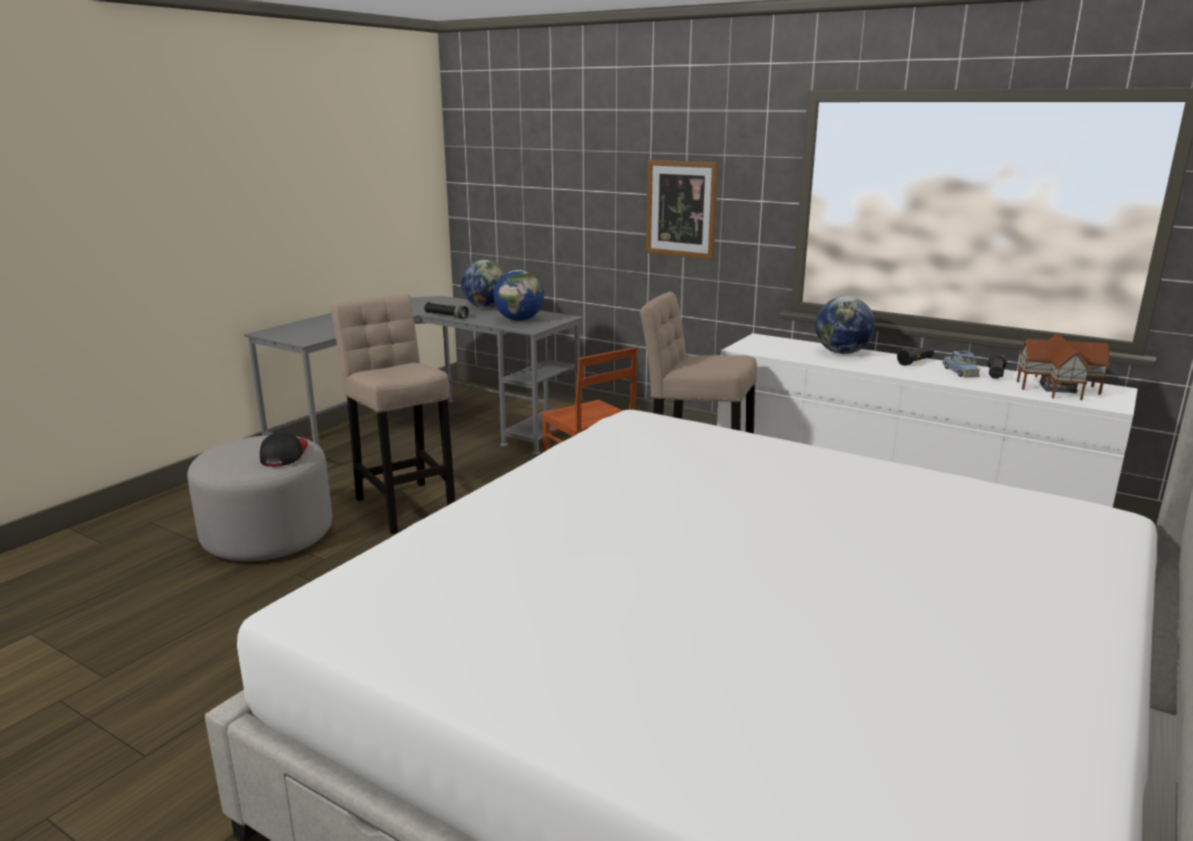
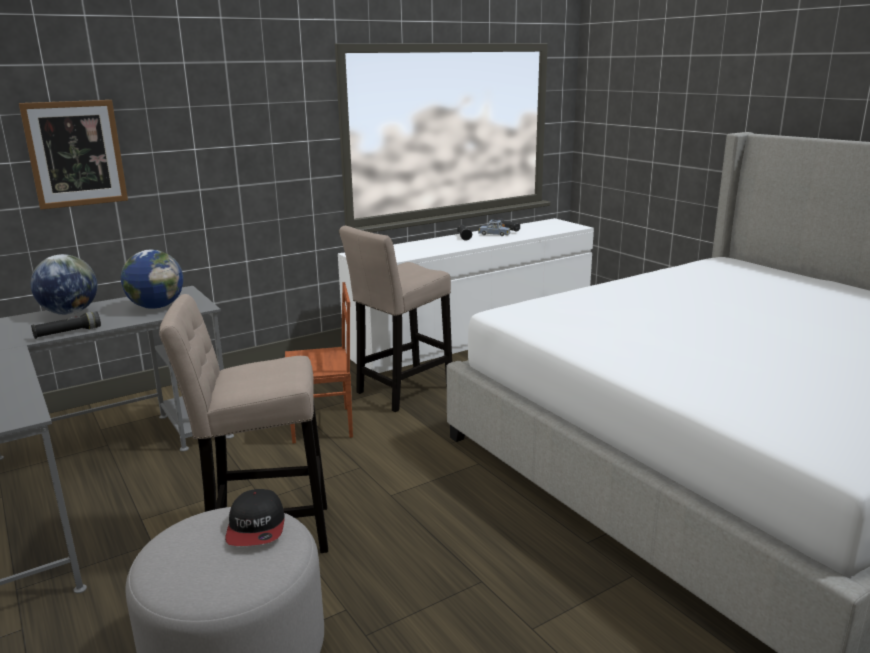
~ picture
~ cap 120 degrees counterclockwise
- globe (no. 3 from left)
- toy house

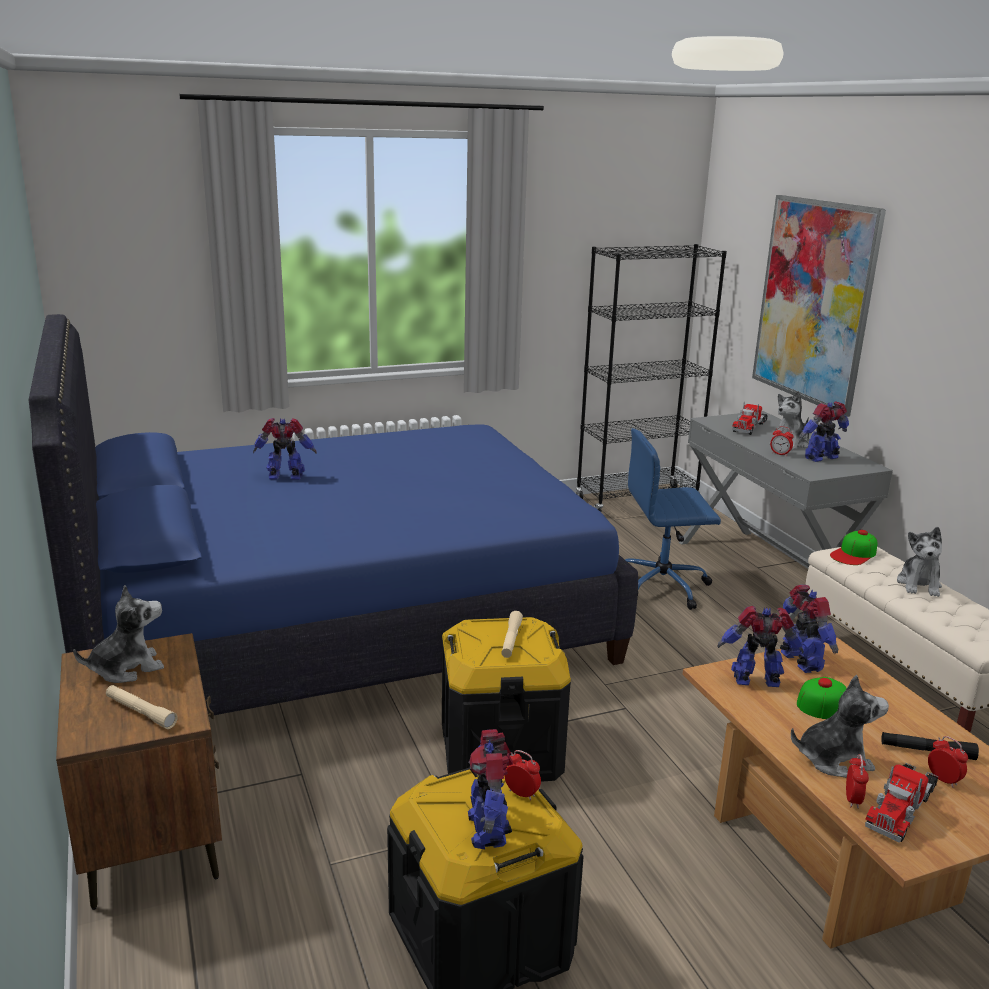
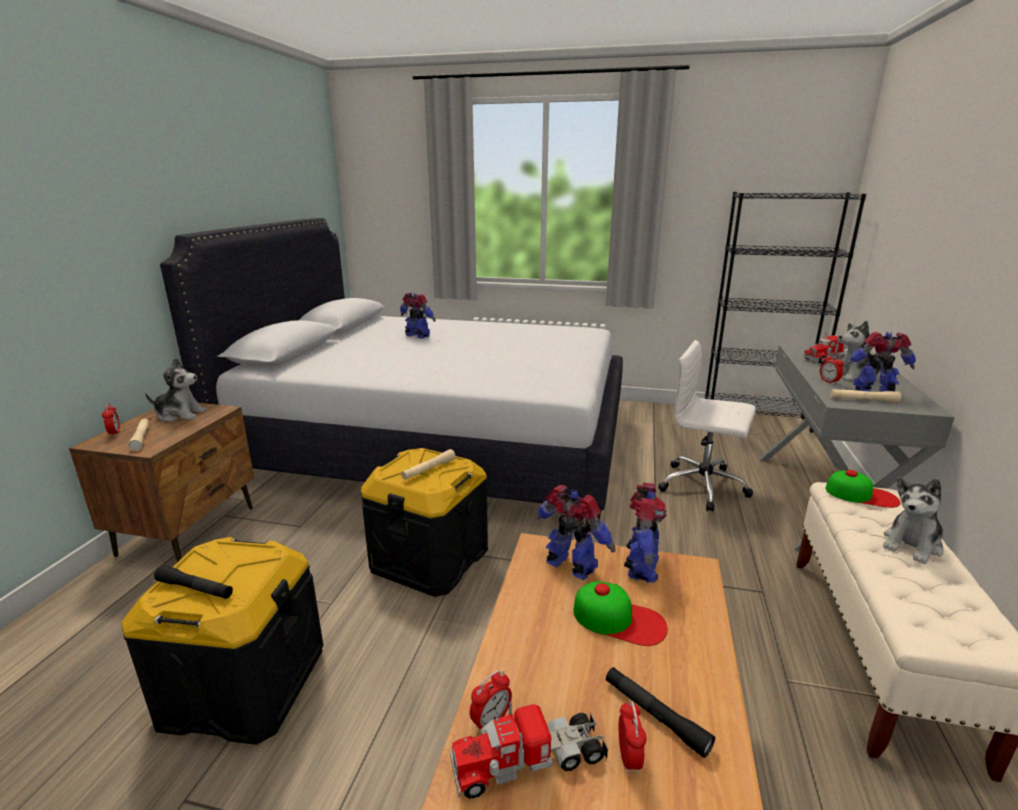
~ alarm clock (no. 1 from left)
~ toy robot (no. 2 from left) to black flashlight (no. 1 from left)
~ blue bed to white bed
~ blue office chair to white office chair
~ cap (no. 2 from left) 150 degrees counterclockwise
+ beige flashlight (no. 3 from left)
- picture
- plush toy (no. 3 from left)

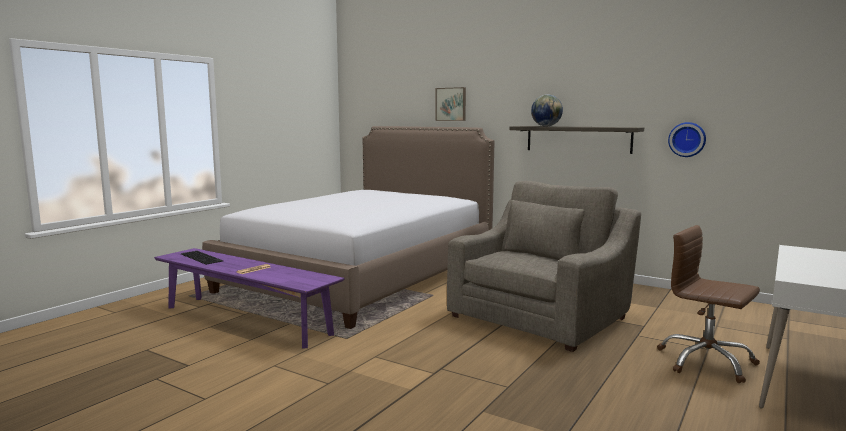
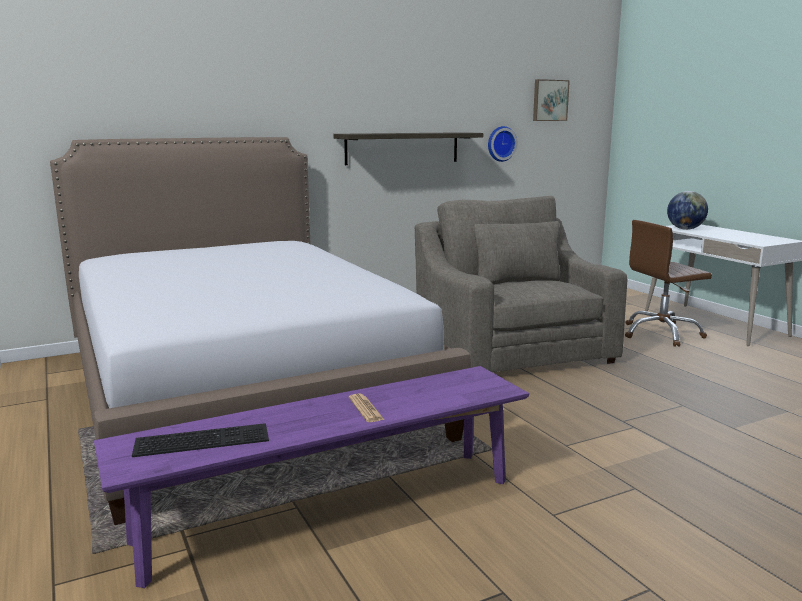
~ picture
~ globe

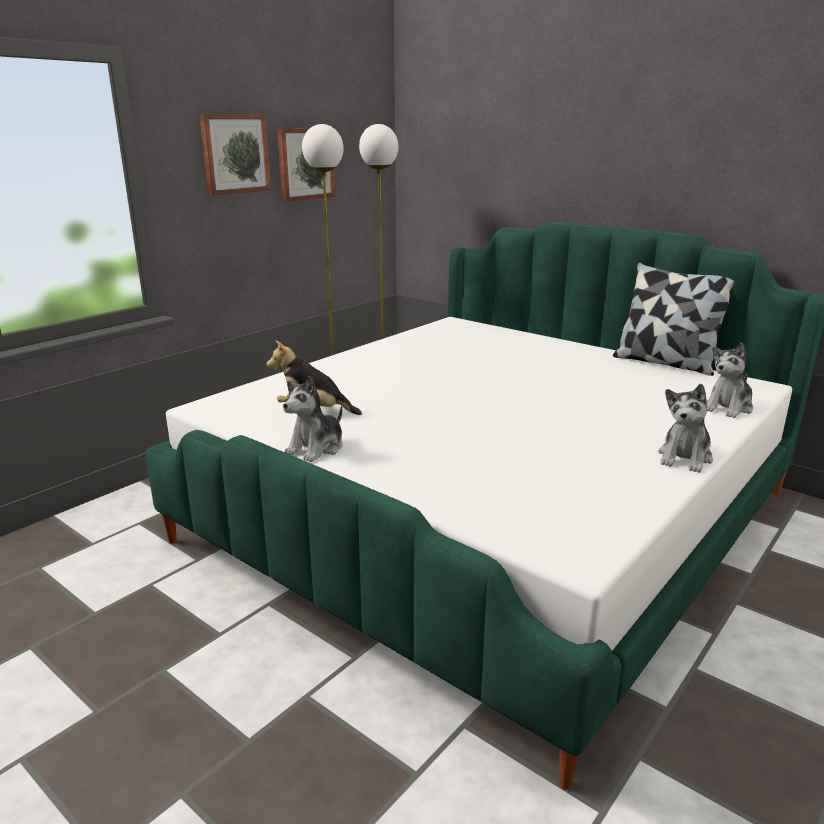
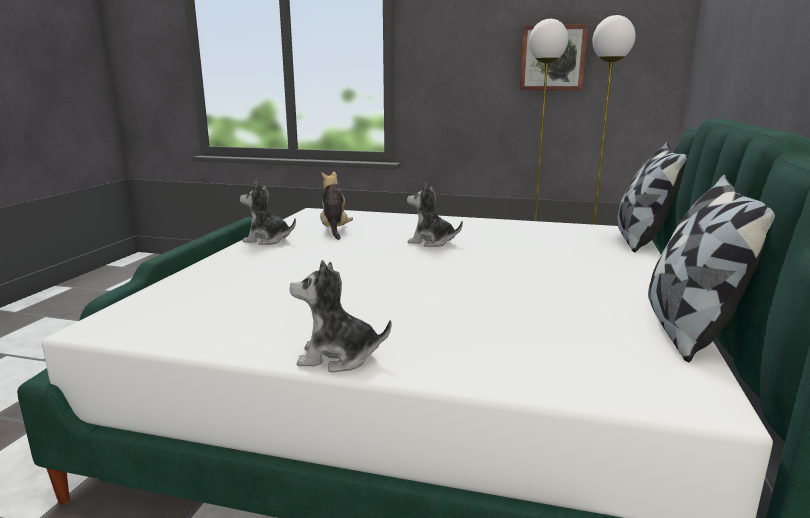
~ plush toy (no. 4 from left)
+ pillow (no. 1 from left)
- picture (no. 1 from left)

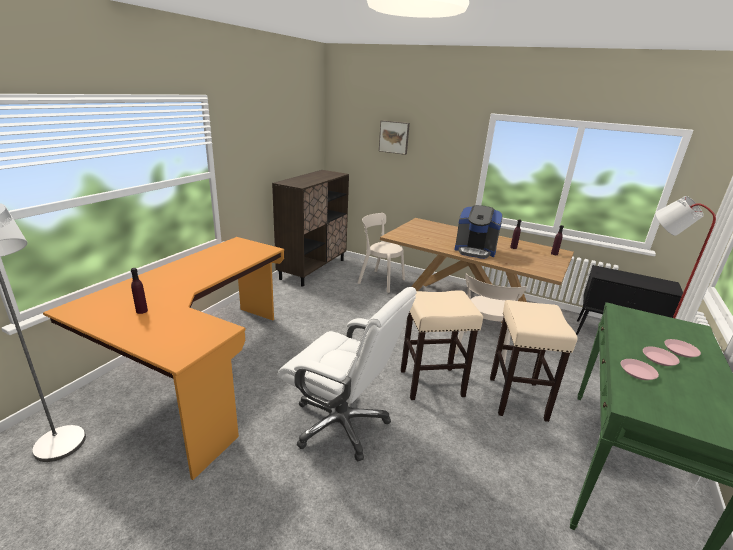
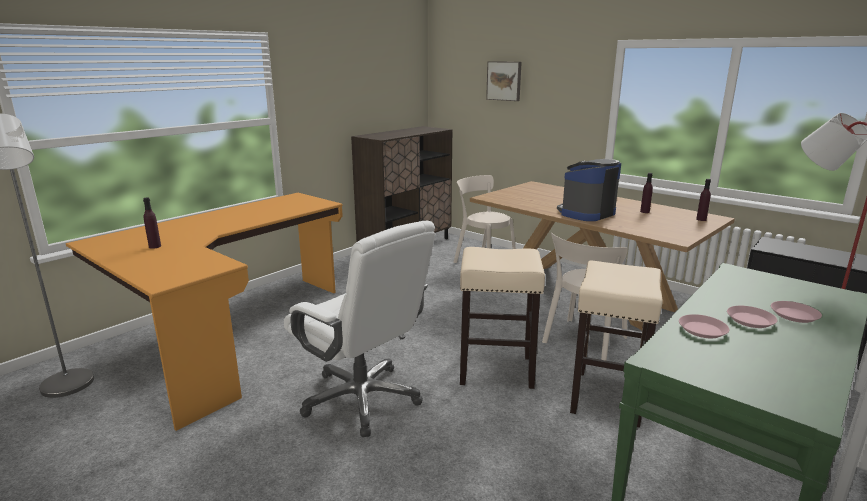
~ coffee machine 105 degrees clockwise

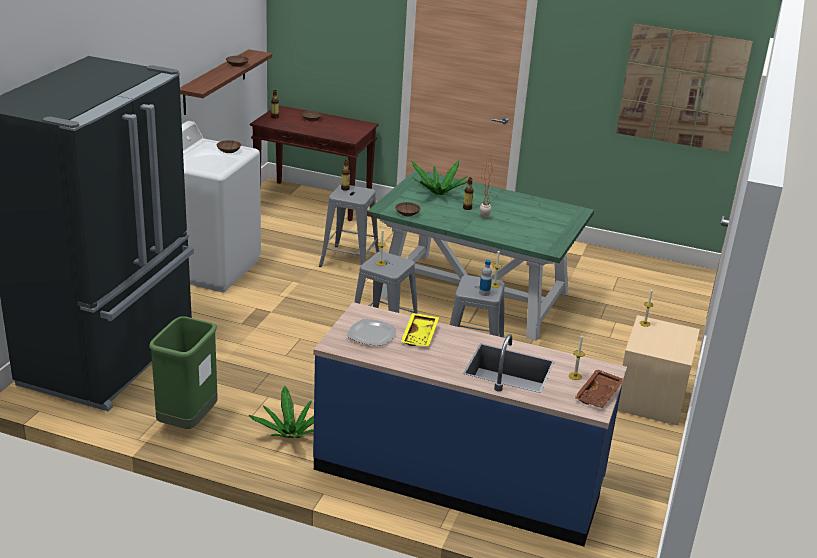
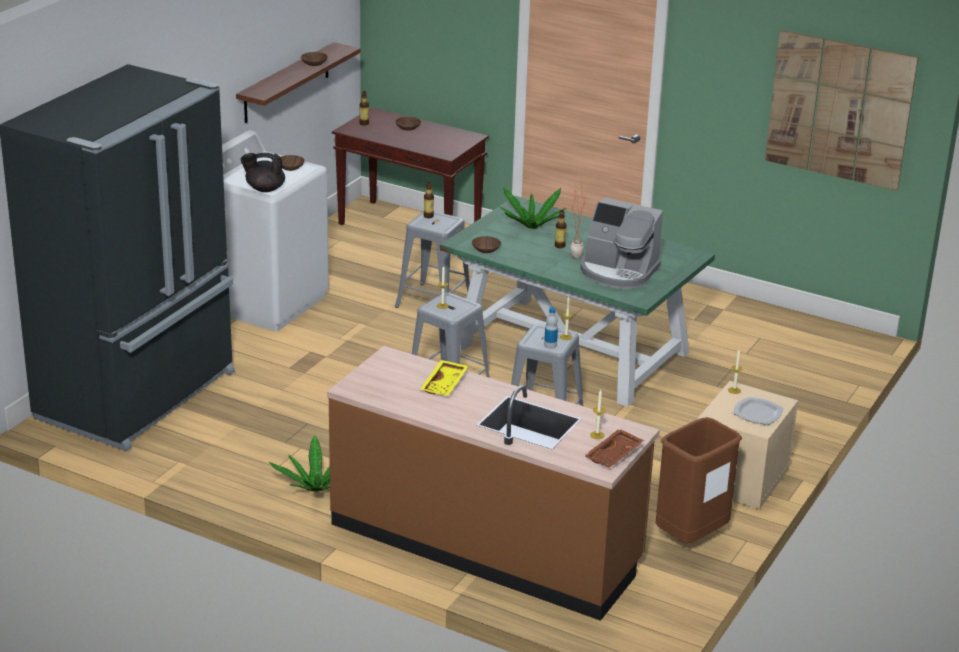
+ black teapot
~ blue counter to brown counter
+ coffee machine
+ brown trash can
~ plate
- green trash can

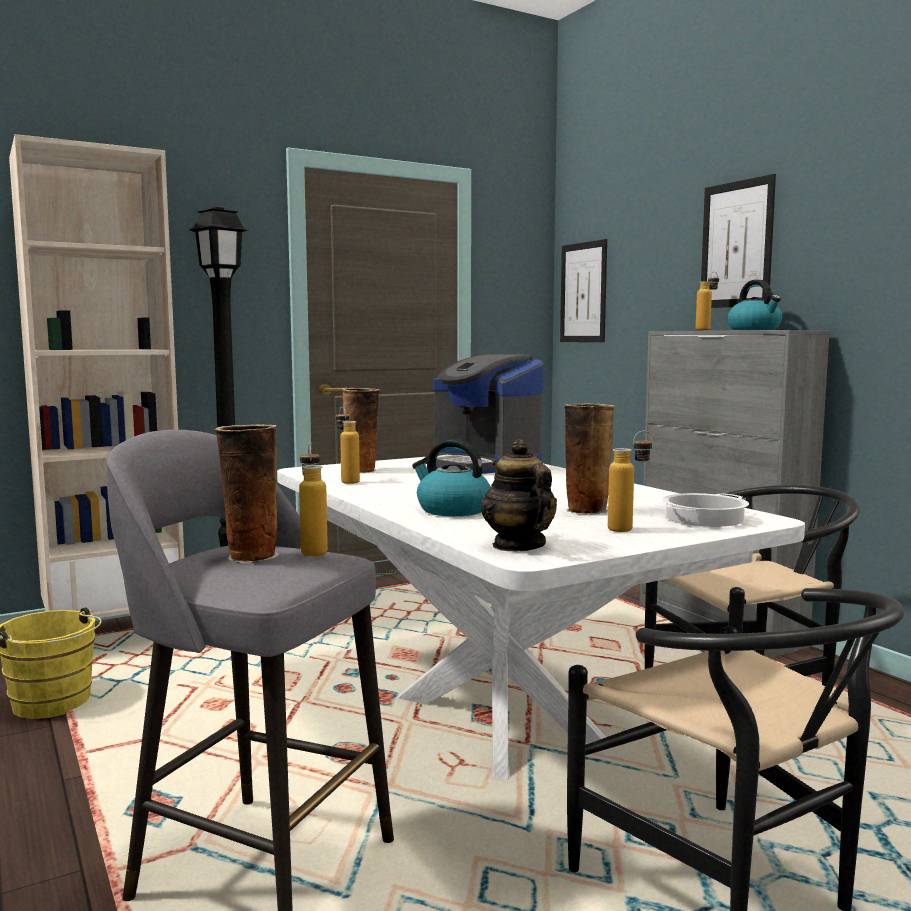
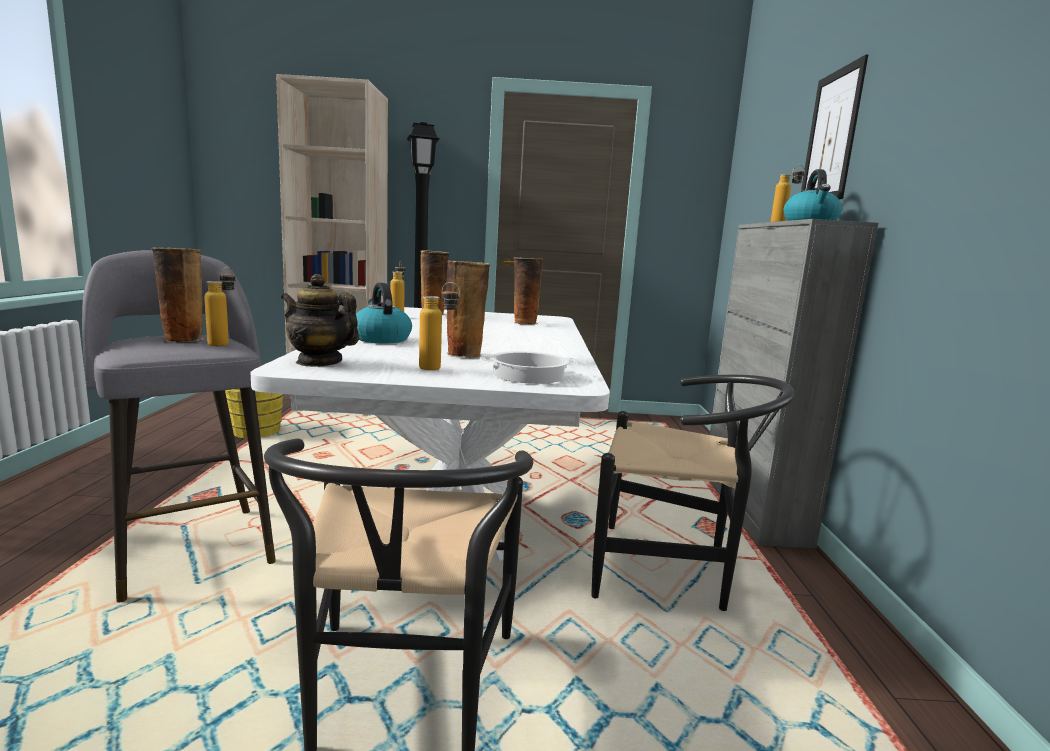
~ teapot 75 degrees counterclockwise
~ coffee machine to vase (no. 4 from left)
- picture (no. 1 from left)

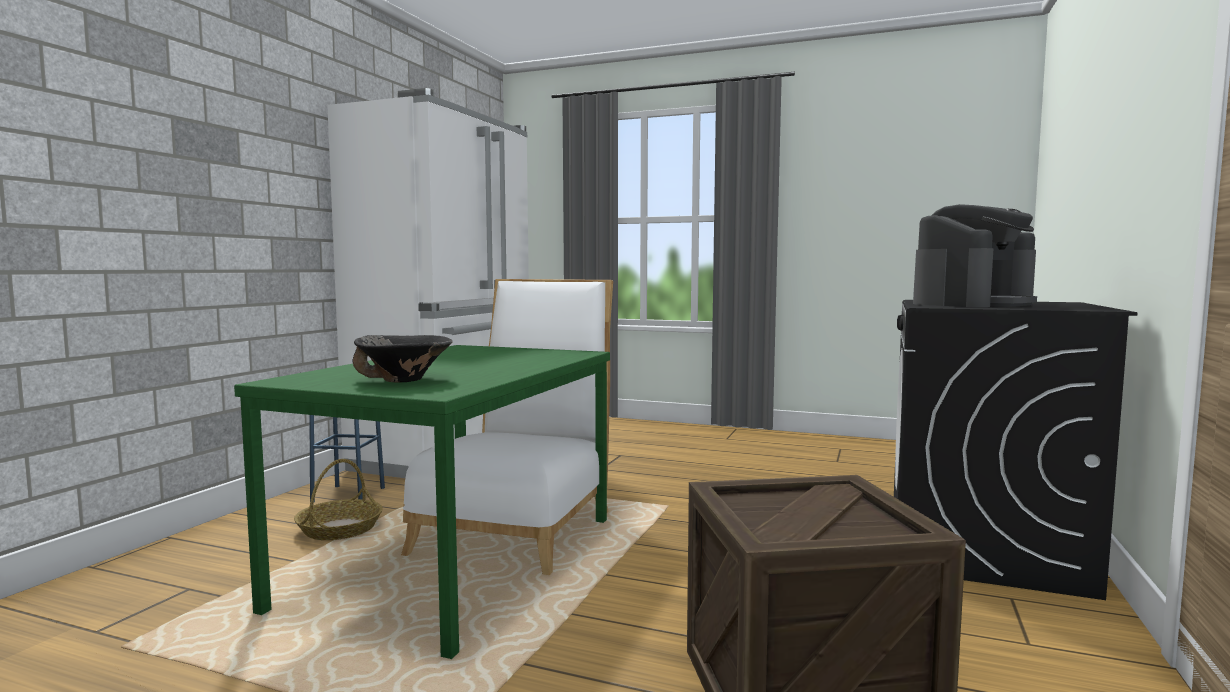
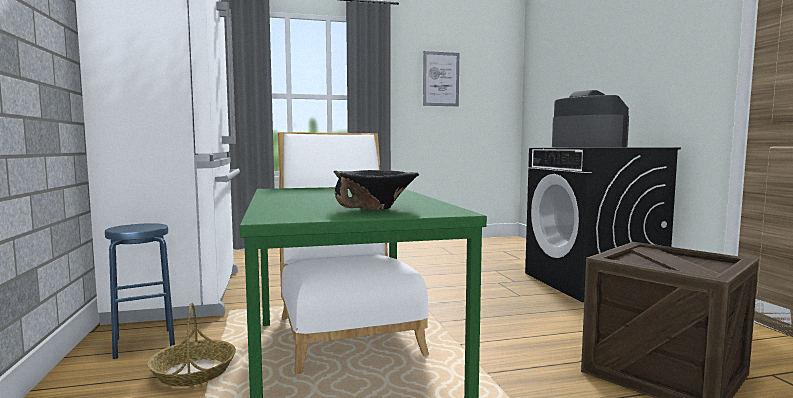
+ picture
~ coffee machine 60 degrees counterclockwise

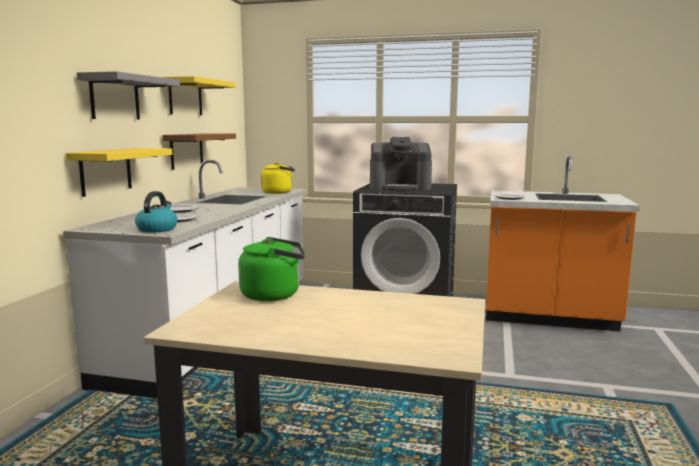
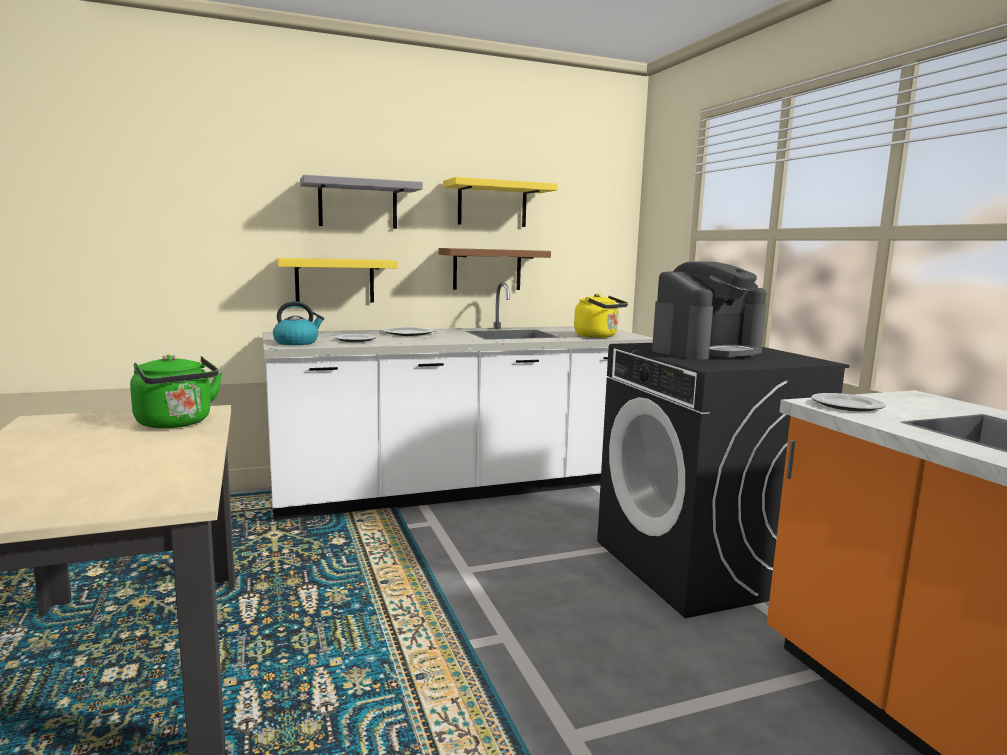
~ coffee machine 90 degrees counterclockwise

